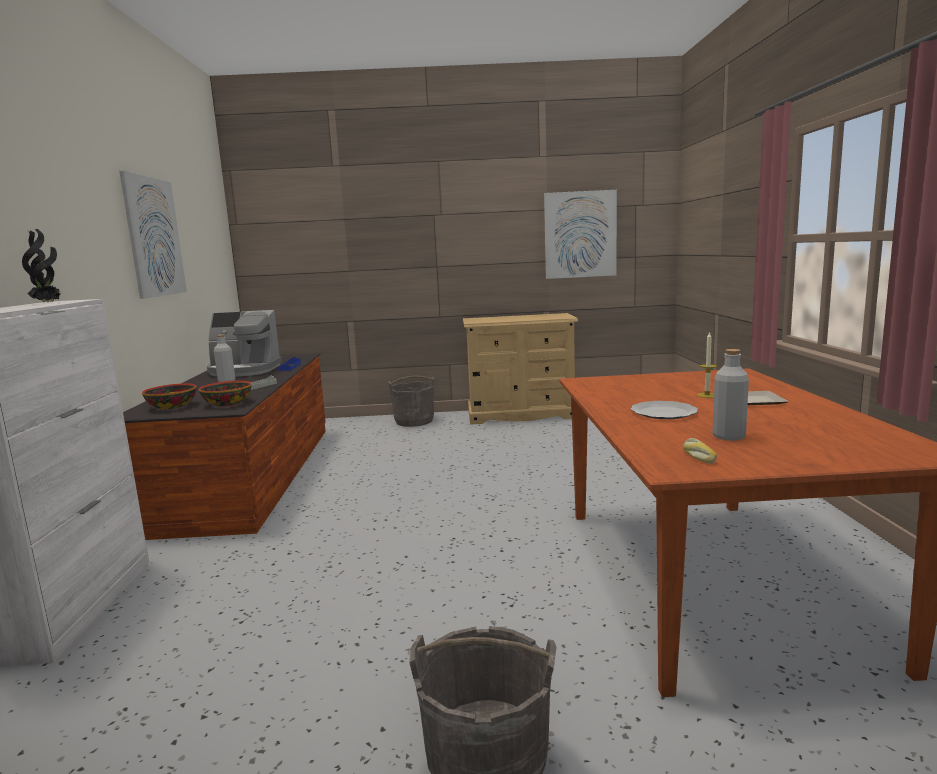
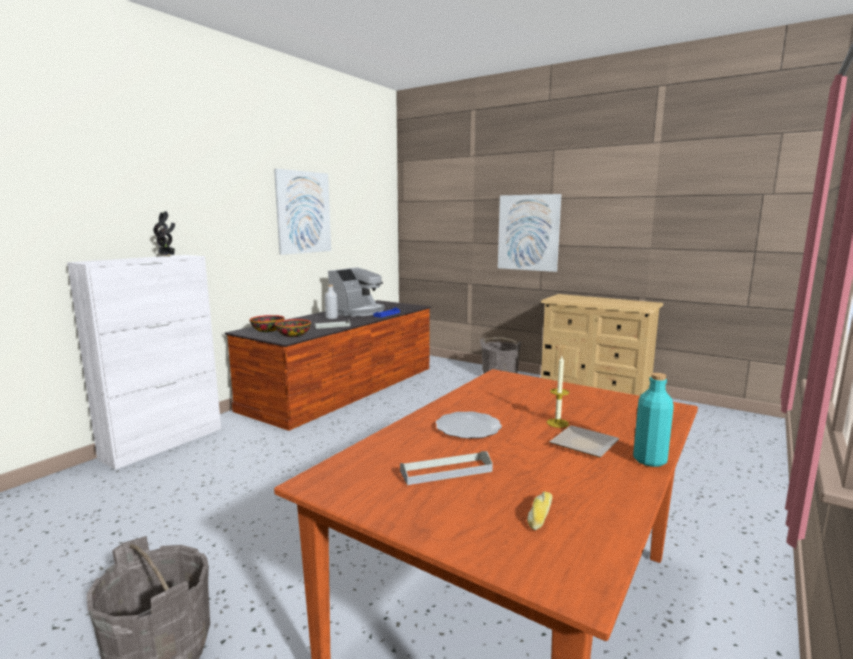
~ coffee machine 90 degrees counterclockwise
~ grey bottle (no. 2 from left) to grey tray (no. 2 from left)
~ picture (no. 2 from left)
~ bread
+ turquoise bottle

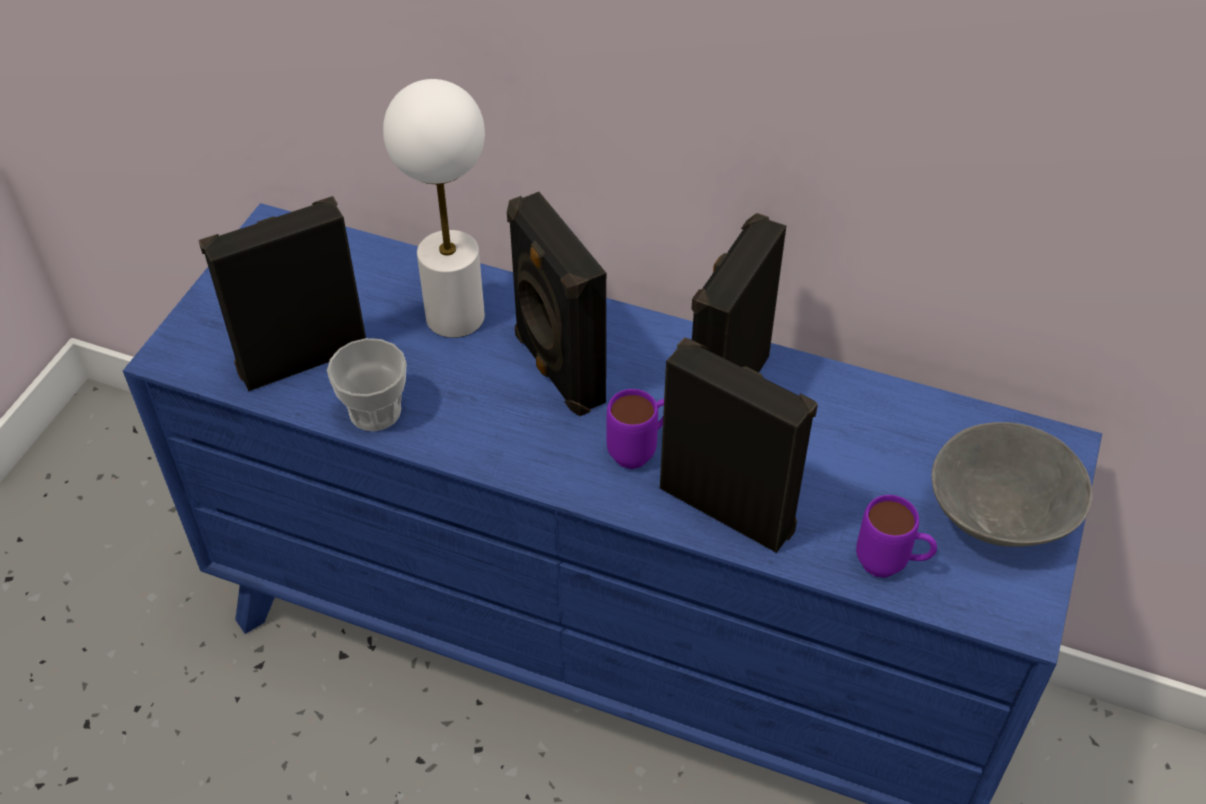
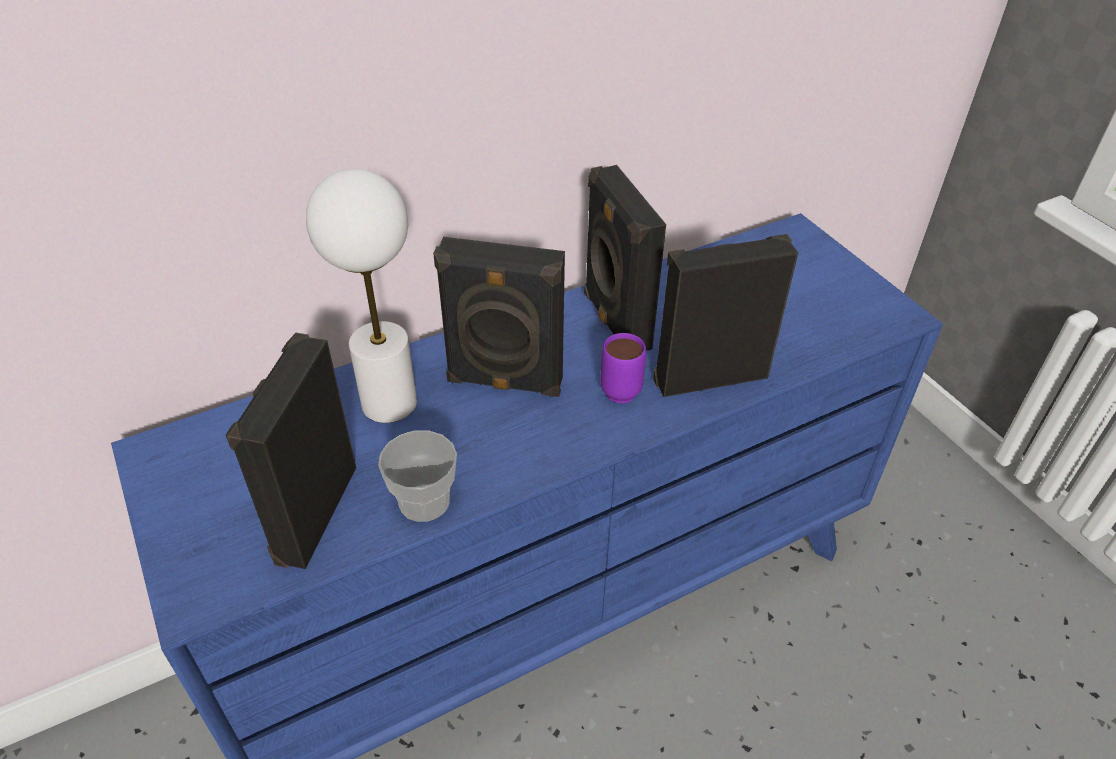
- purple mug (no. 2 from left)
- grey bowl

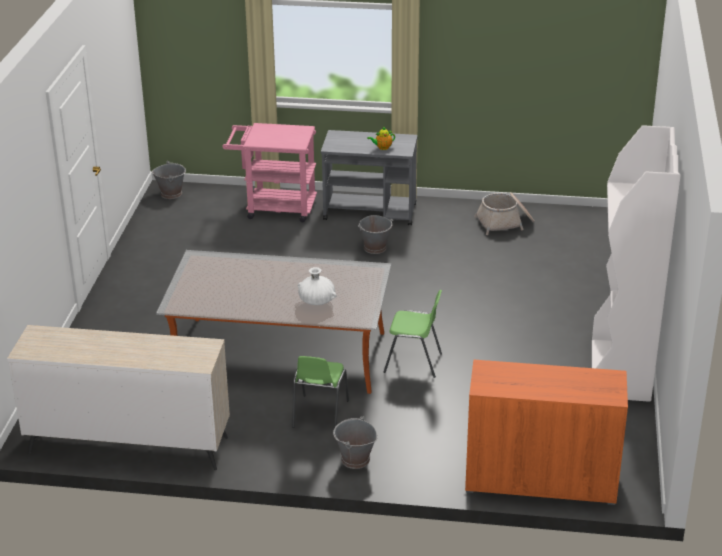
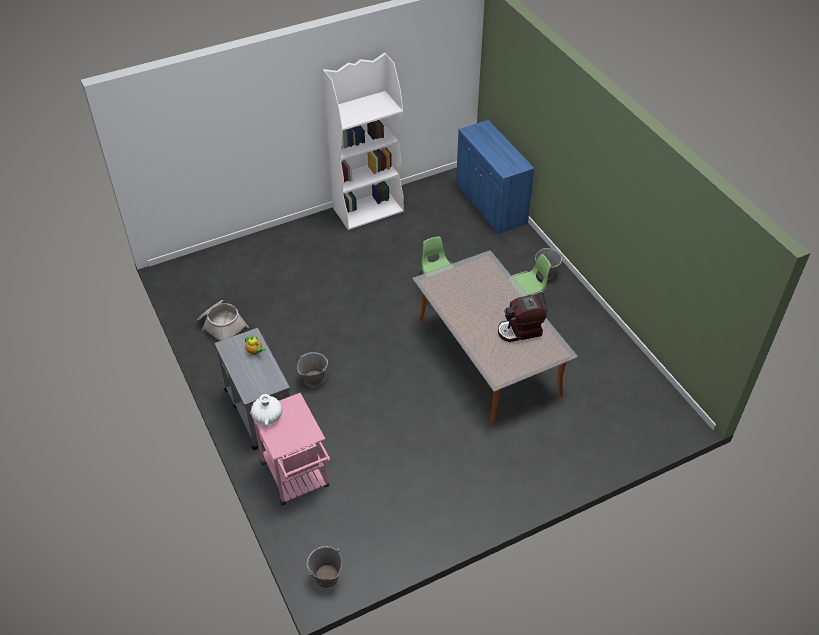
~ white vase
~ orange cabinet to blue cabinet
+ coffee machine
- beige dresser

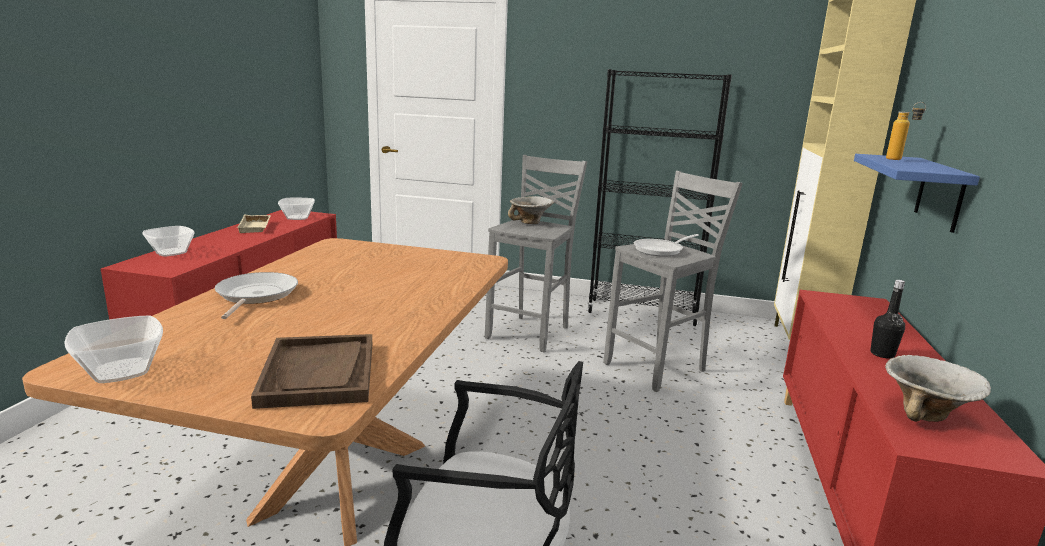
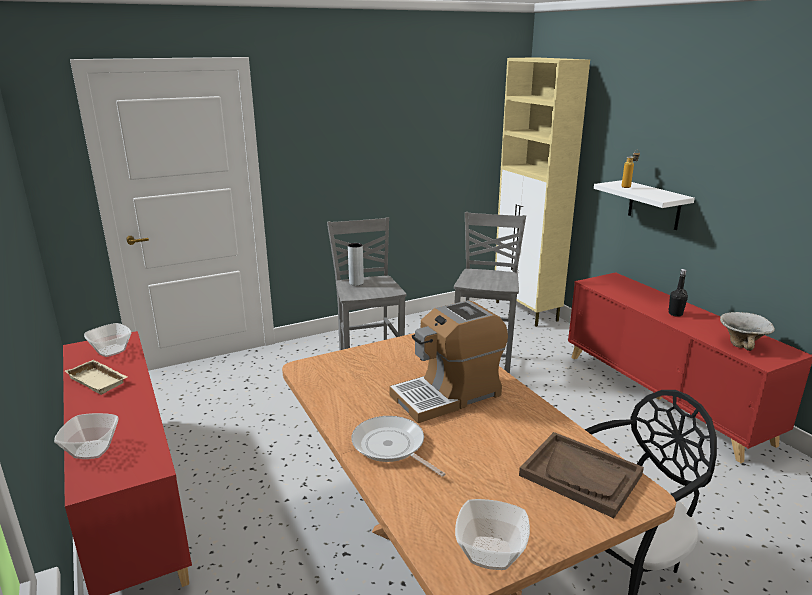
~ bowl (no. 4 from left) to grey vase
+ coffee machine
~ blue shelf to white shelf
- black bookcase
- frying pan (no. 2 from left)

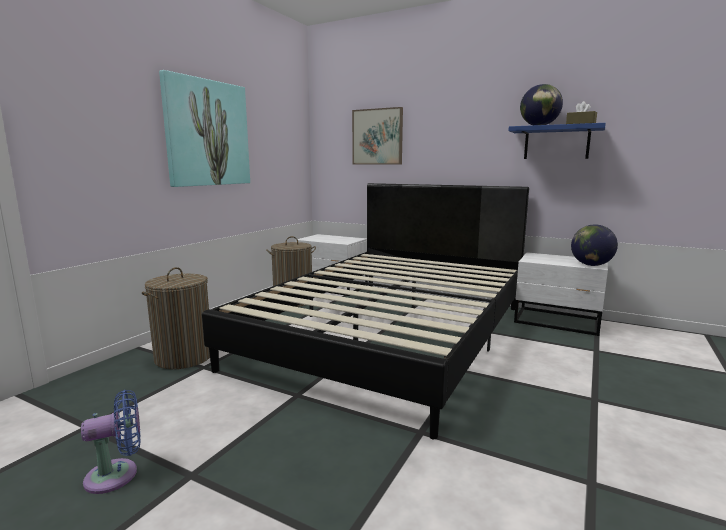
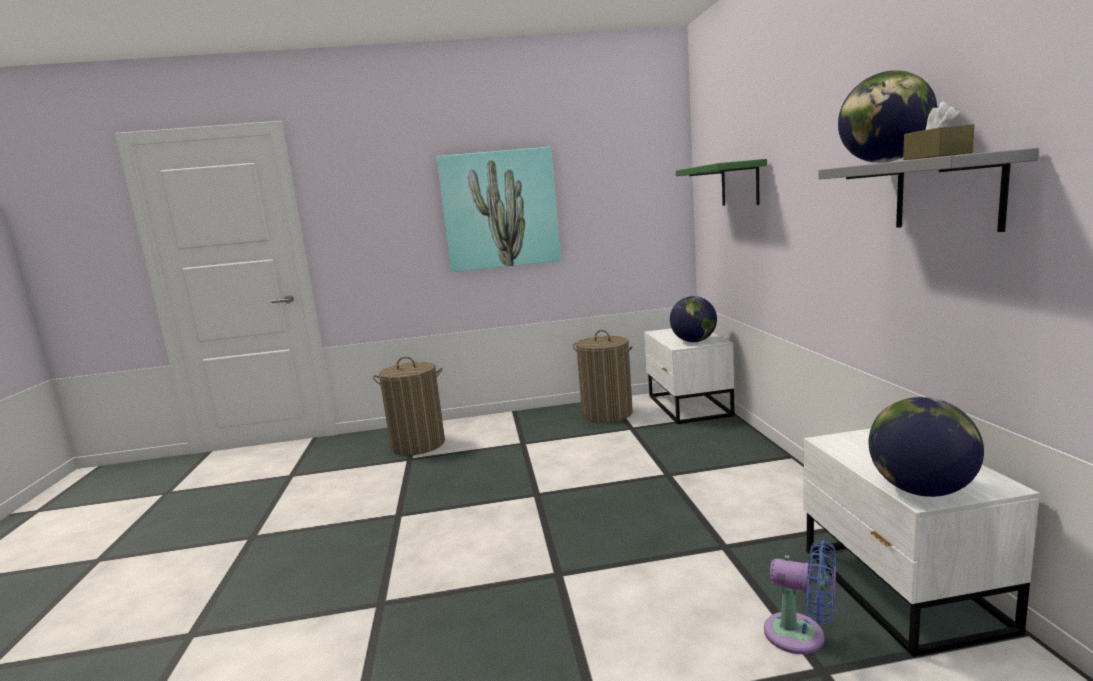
+ globe (no. 1 from left)
~ picture (no. 2 from left) to green shelf
~ blue fan
~ blue shelf to grey shelf
- black bed

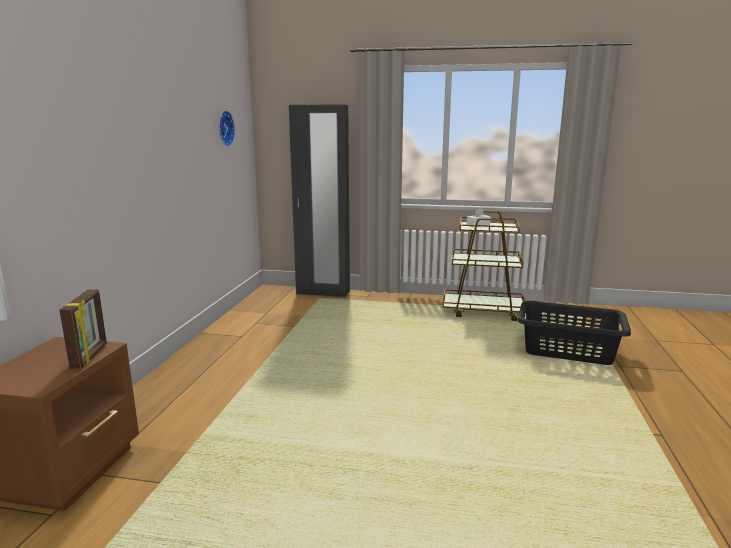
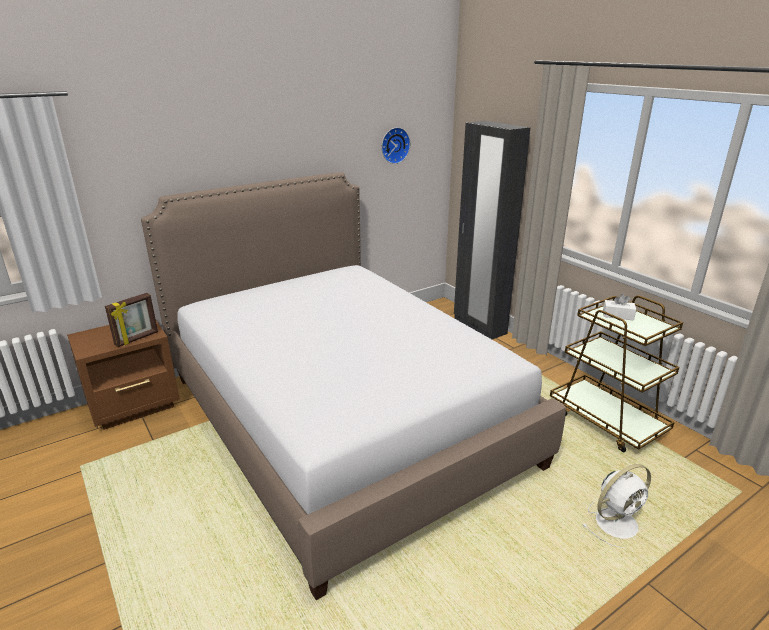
+ bed
~ black laundry basket to white fan

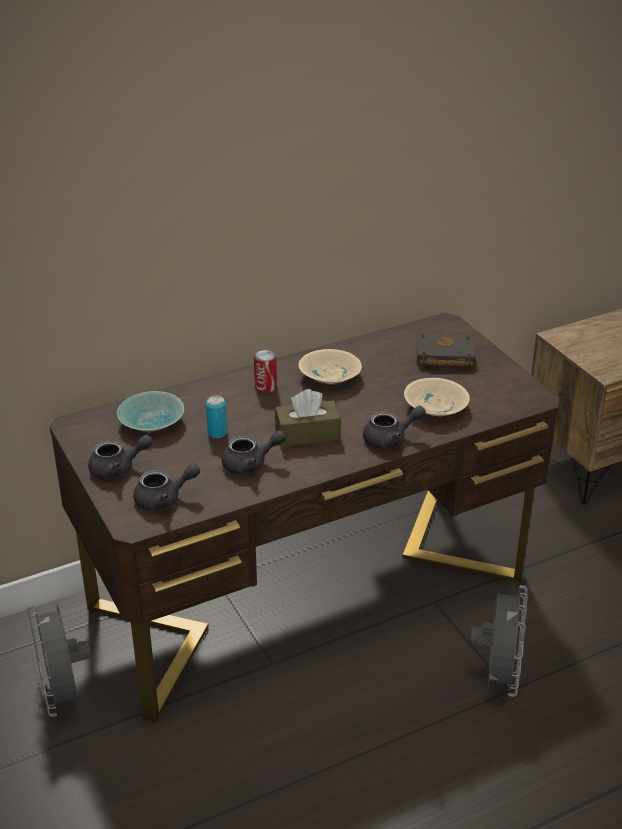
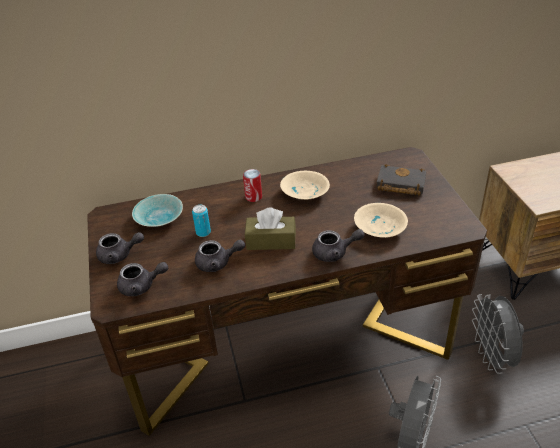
~ grey fan (no. 1 from left in the first image) to grey fan (no. 2 from left)

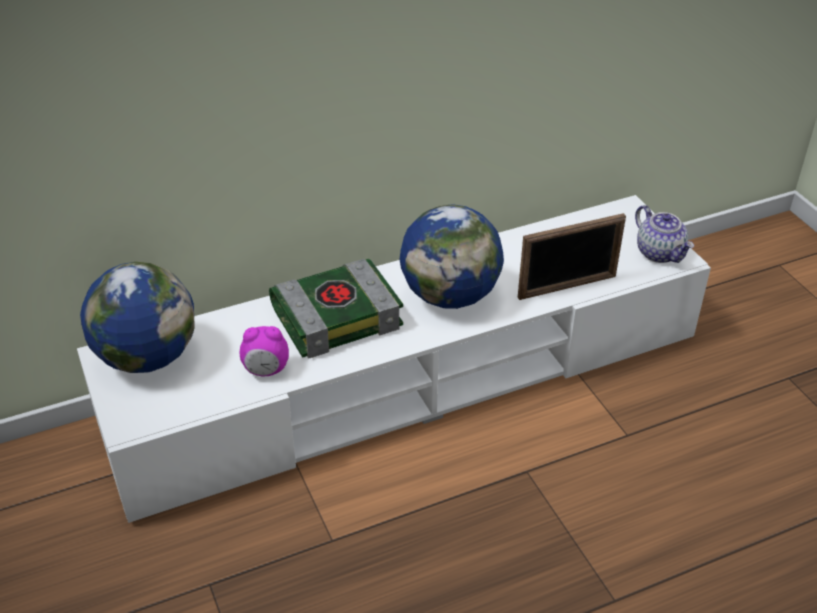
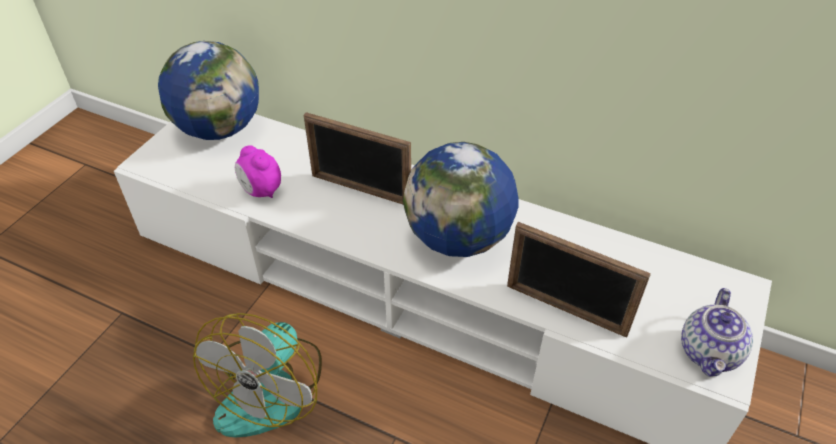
+ fan
~ book to picture frame (no. 1 from left)

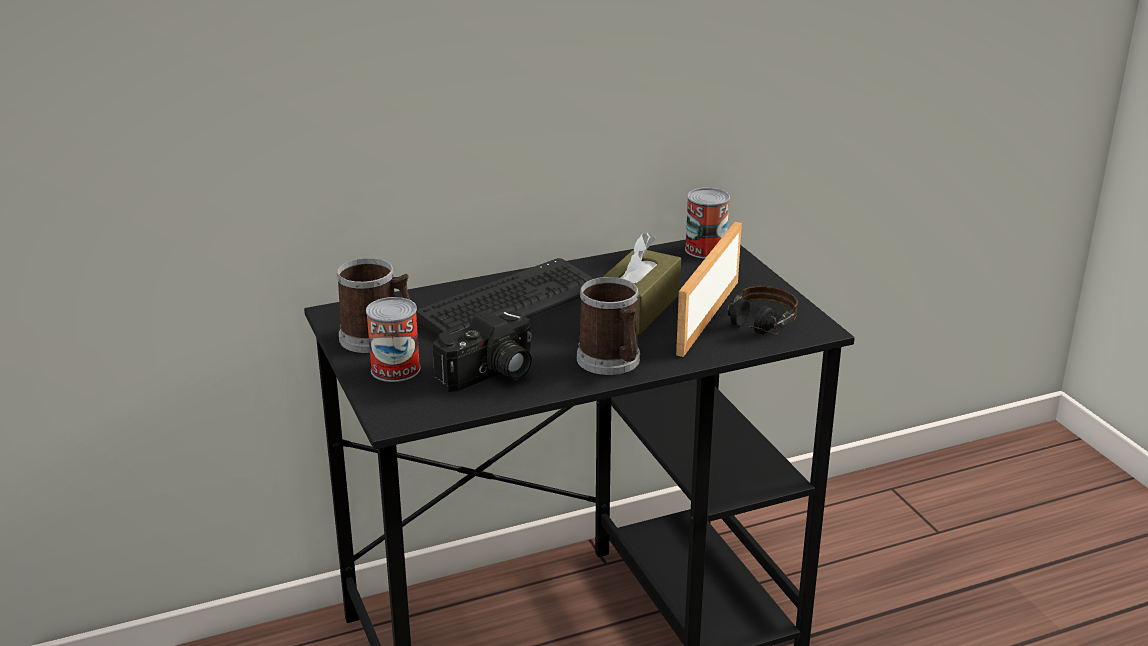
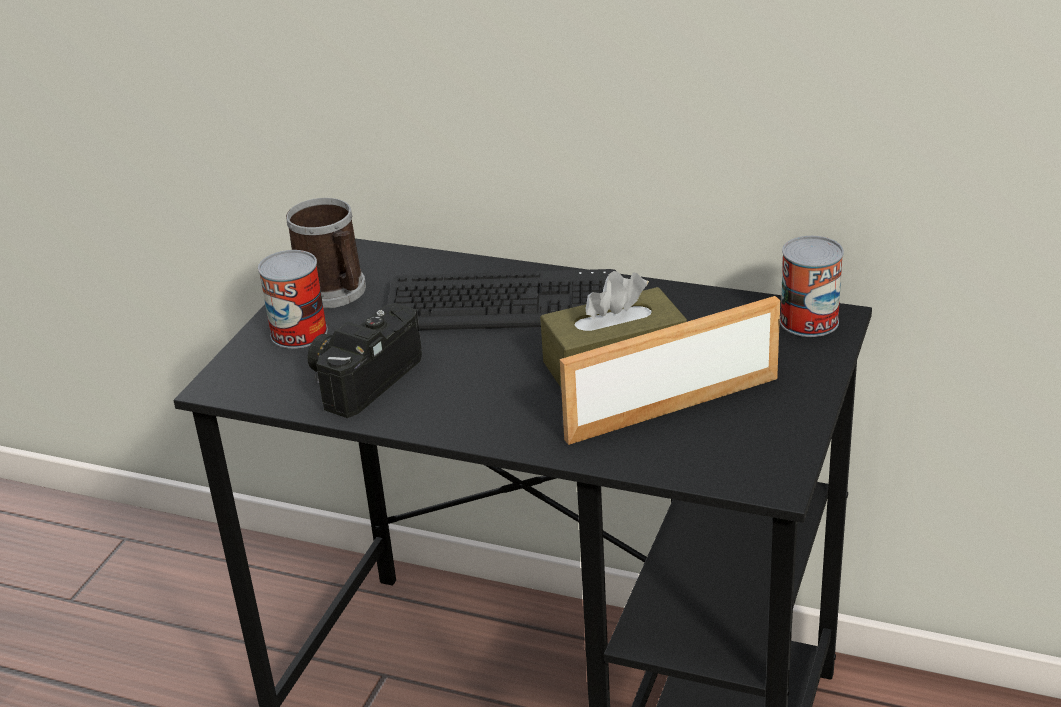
~ photo camera 120 degrees clockwise
- mug (no. 2 from left)
- headphones

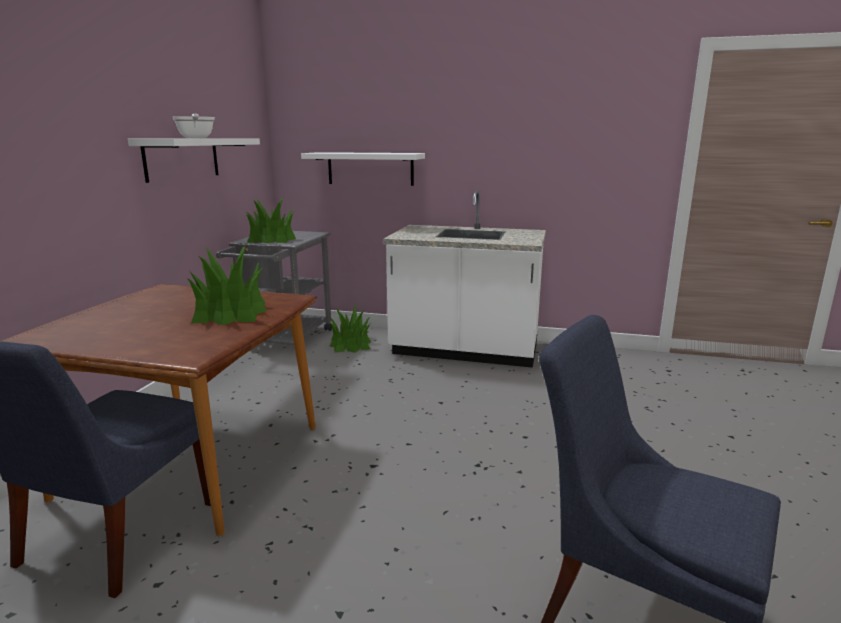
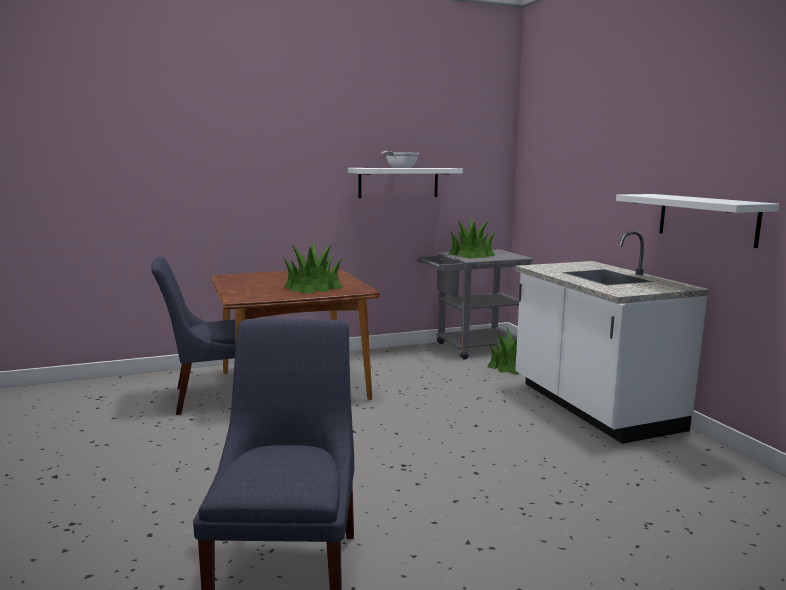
~ white shelf (no. 2 from left)

